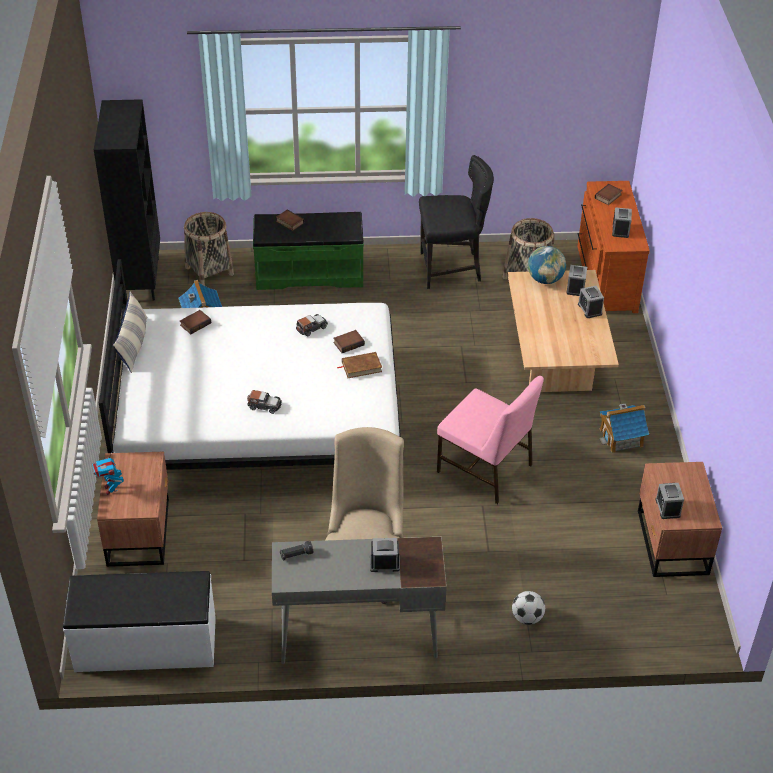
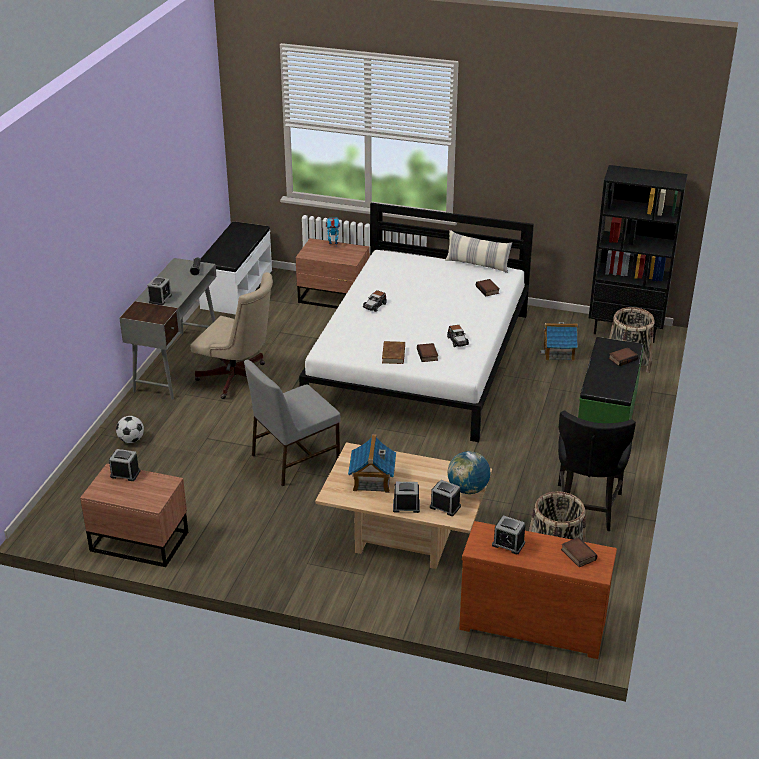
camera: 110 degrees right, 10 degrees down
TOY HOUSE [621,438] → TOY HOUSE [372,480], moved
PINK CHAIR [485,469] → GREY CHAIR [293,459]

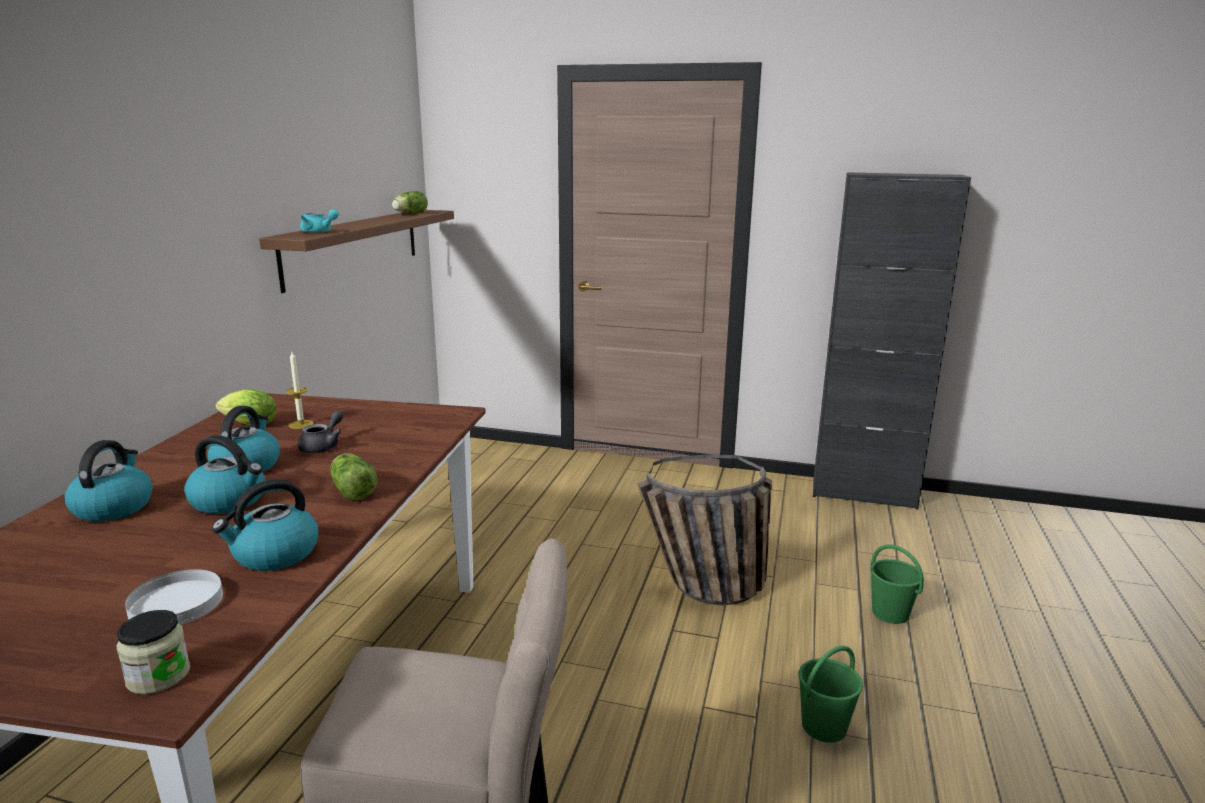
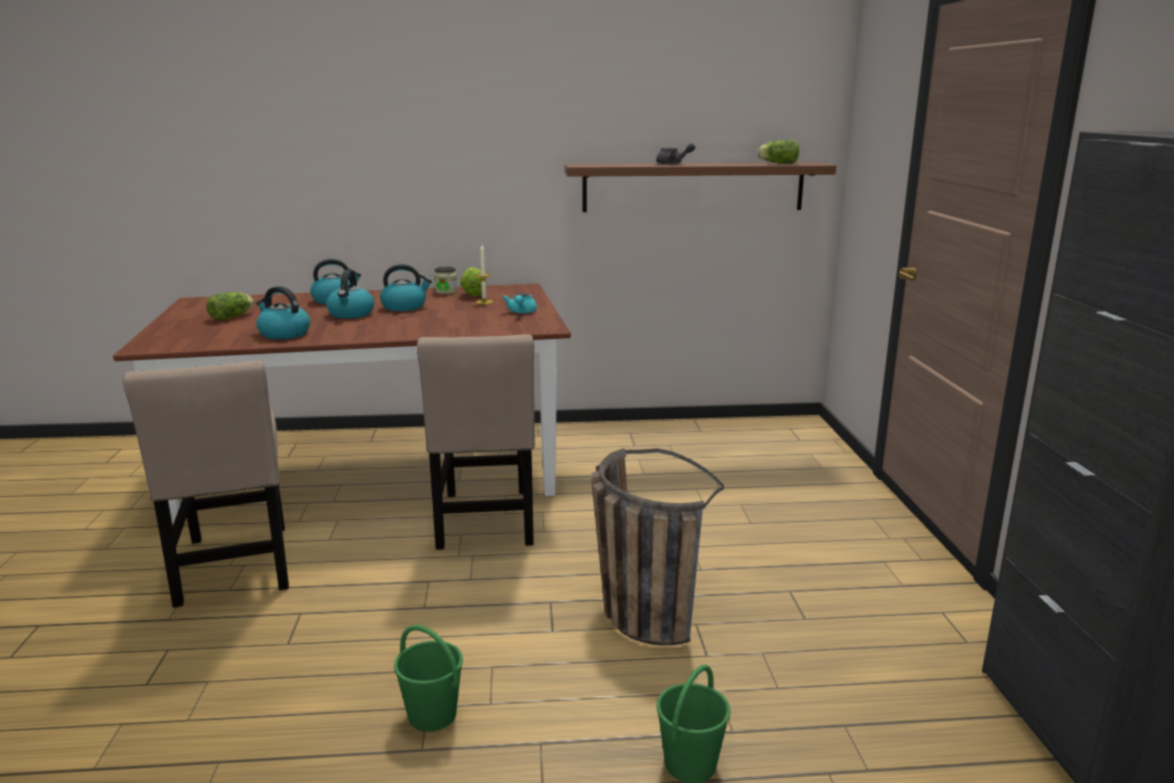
camera: 70 degrees right, 0 degrees up
WHITE PLATE [176,603] → -
- → BEIGE CHAIR [485,522]
JAR [158,676] → JAR [446,292], moved
GREY TEAPOT [323,446] → GREY TEAPOT [673,164], moved
TURQUOISE TEAPOT [319,232] → TURQUOISE TEAPOT [521,312], moved
LETTUCE [352,490] → LETTUCE [233,316], moved

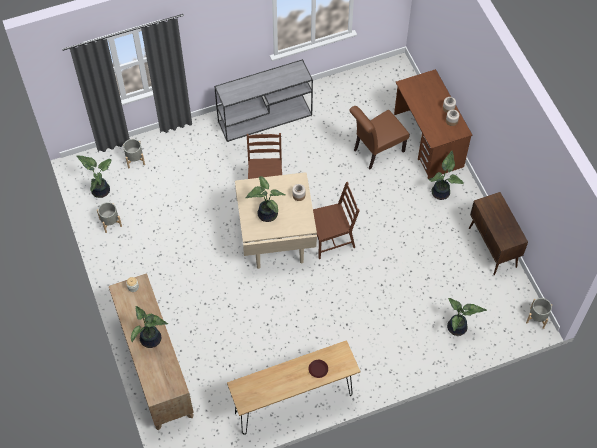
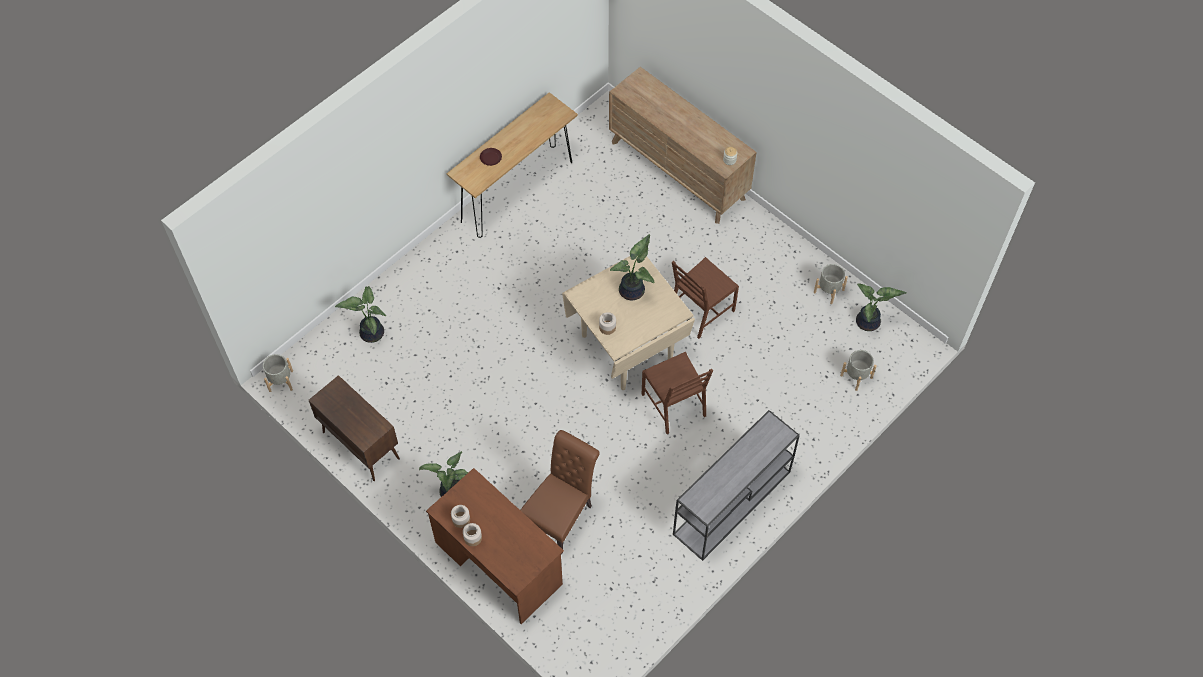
camera: 155 degrees right, 0 degrees up
POTTED PLANT [151,340] → -
BROWN CHAIR [332,238] → BROWN CHAIR [701,311], moved

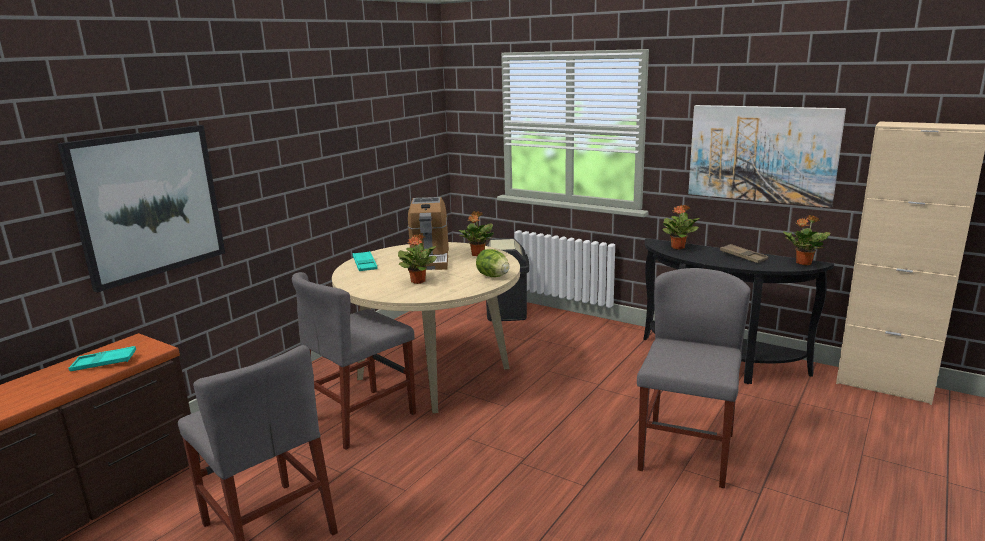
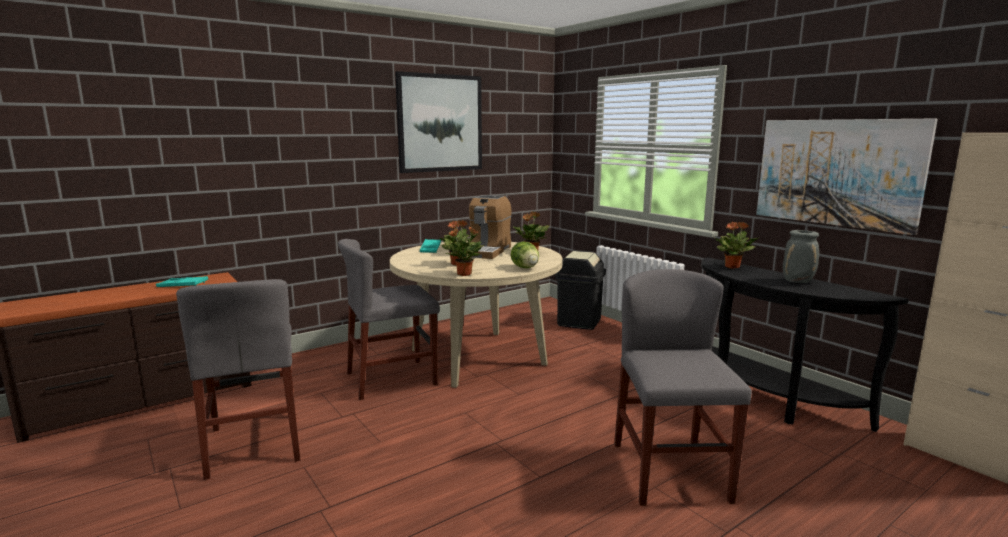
camera: 20 degrees right, 5 degrees down
PICTURE [149,204] → PICTURE [440,123], moved
POTTED PLANT [803,263] → POTTED PLANT [463,274], moved
BROWN TRAY [743,257] → GREY VASE [798,281]
GREY CHAIR [686,452] → GREY CHAIR [670,472], 45 degrees counterclockwise

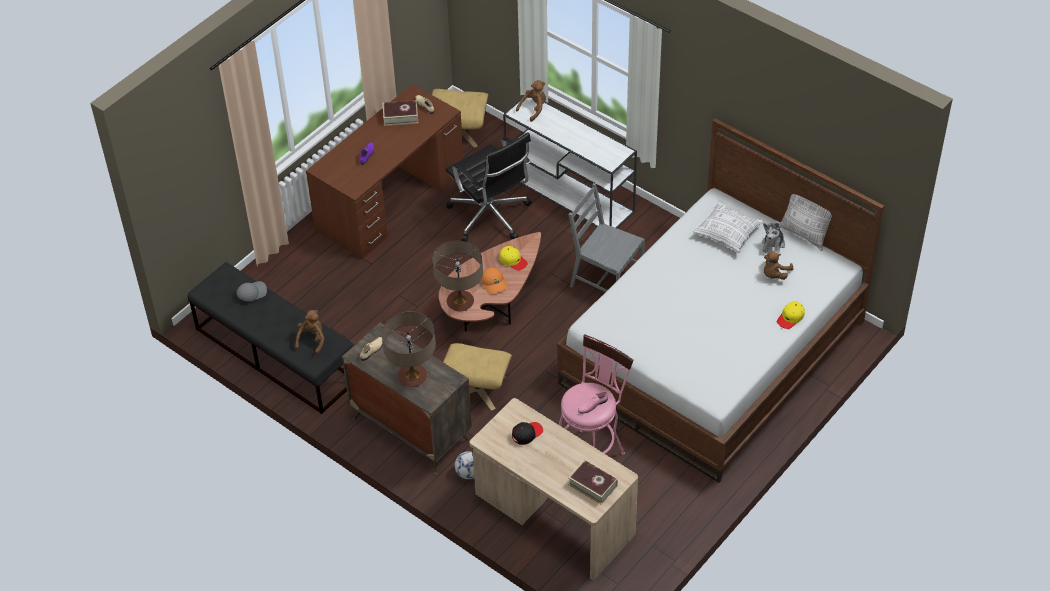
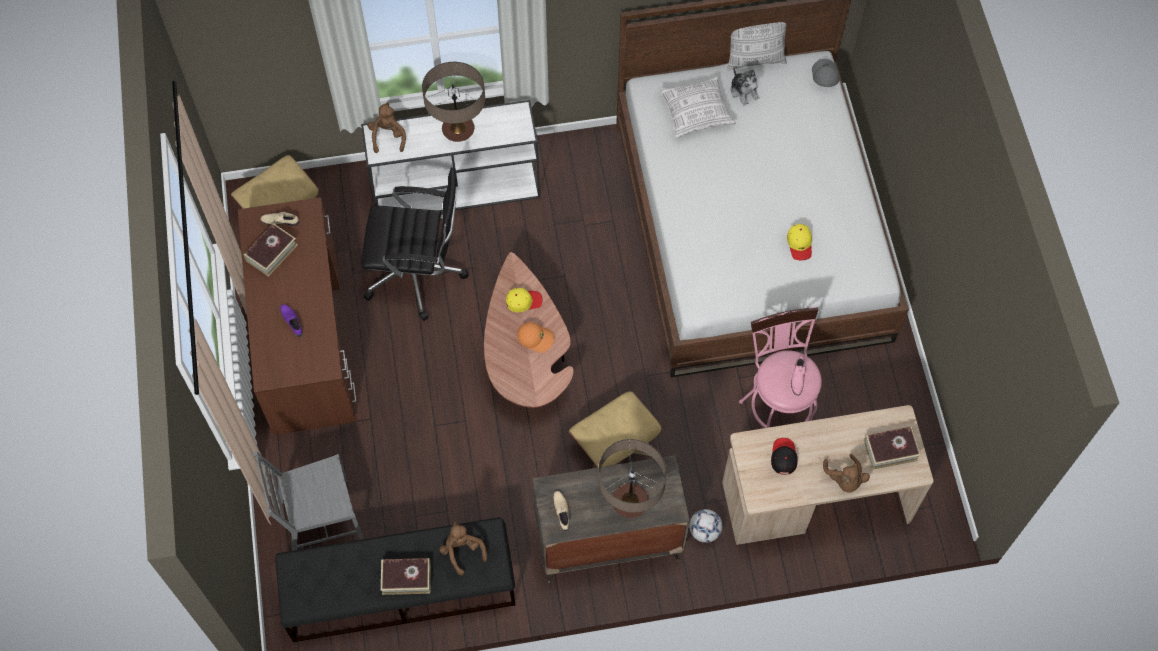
camera: 50 degrees left, 15 degrees up
- → BOOK [406,578]
GREY CAP [252,293] → GREY CAP [824,75], moved
TABLE LAMP [460,302] → TABLE LAMP [458,130], moved
GREY CHAIR [605,281] → GREY CHAIR [319,519], moved
BROWN PLUSH TOY [774,274] → BROWN PLUSH TOY [844,479], moved
YELLOW CAP [790,318] → YELLOW CAP [799,244], moved

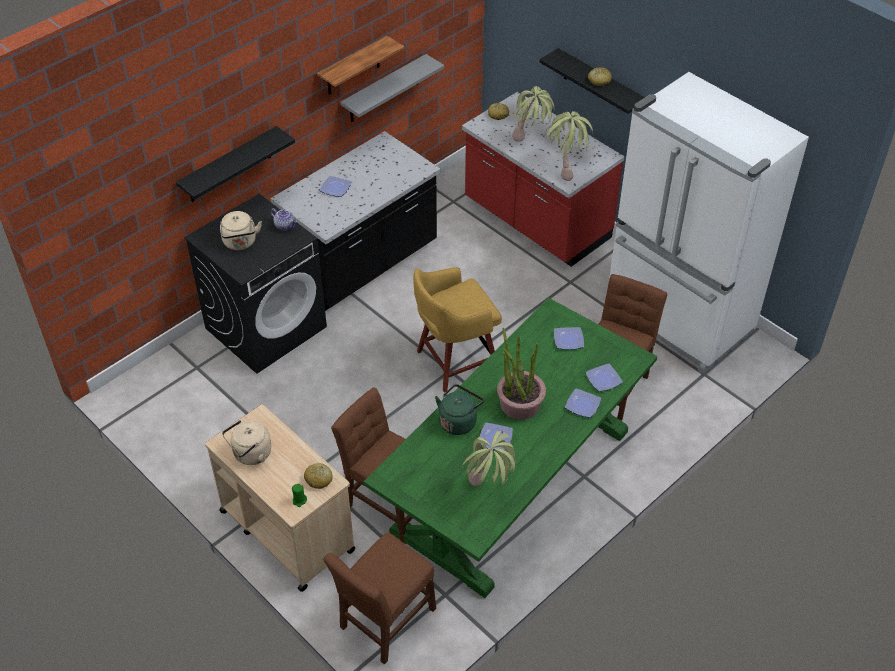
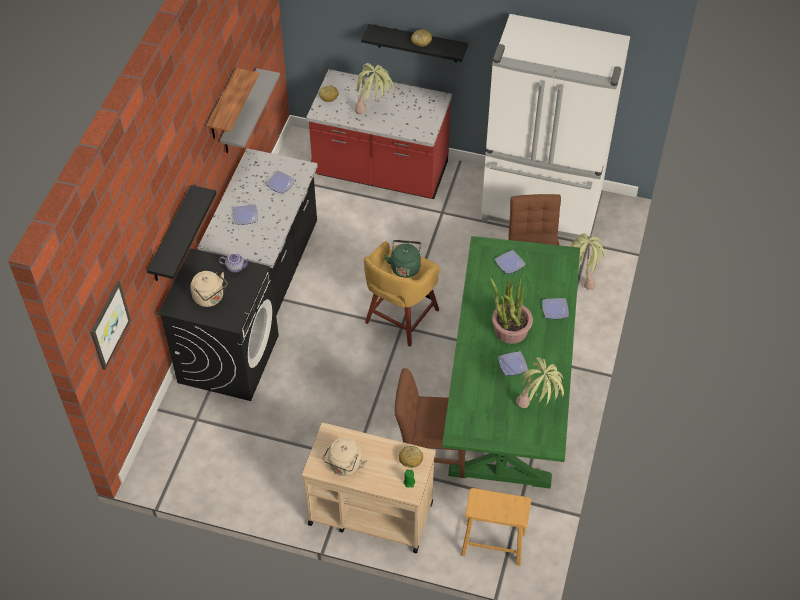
camera: 30 degrees left, 5 degrees up
- → PICTURE [109,325]
GREEN KETTLE [458,421] → GREEN KETTLE [405,266], moved
POTTED PLANT [566,168] → POTTED PLANT [581,277], moved
PLATE [604,379] → PLATE [281,184], moved
BROWN CHAIR [385,622] → BROWN STOOL [493,543]

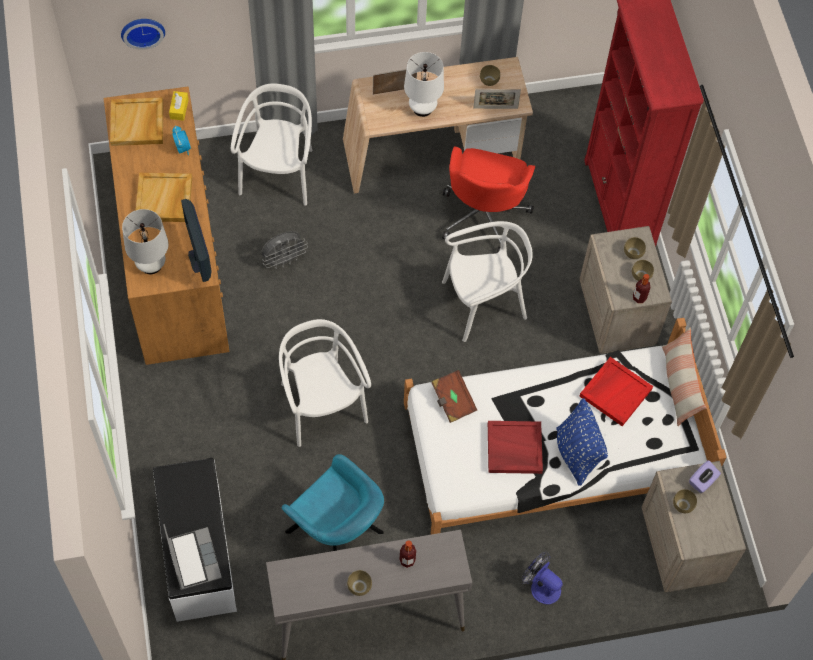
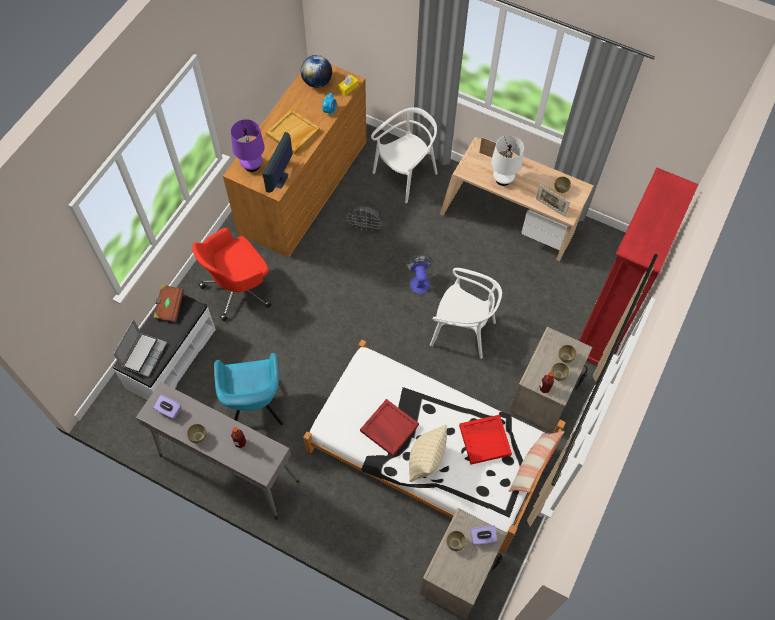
camera: 40 degrees right, 0 degrees up
WALL CLOCK [142,30] → -
WHITE CHAIR [321,405] → -
- → PURPLE TISSUE BOX [169,410]
BROWN BOOK [452,401] → BROWN BOOK [169,307], moved
RED OFFICE CHAIR [484,214] → RED OFFICE CHAIR [239,288], moved
FAN [541,586] → FAN [419,281], moved
BEIGE TRAY [137,124] → GLOBE [317,82]
WHITE TABLE LAMP [151,265] → PURPLE TABLE LAMP [252,165]
BLUE PILLOW [576,454] → BEIGE PILLOW [425,460]

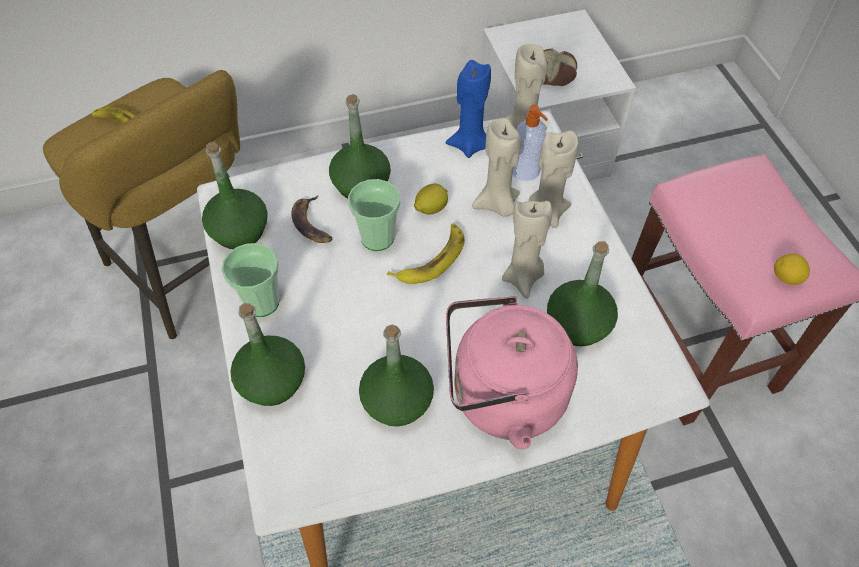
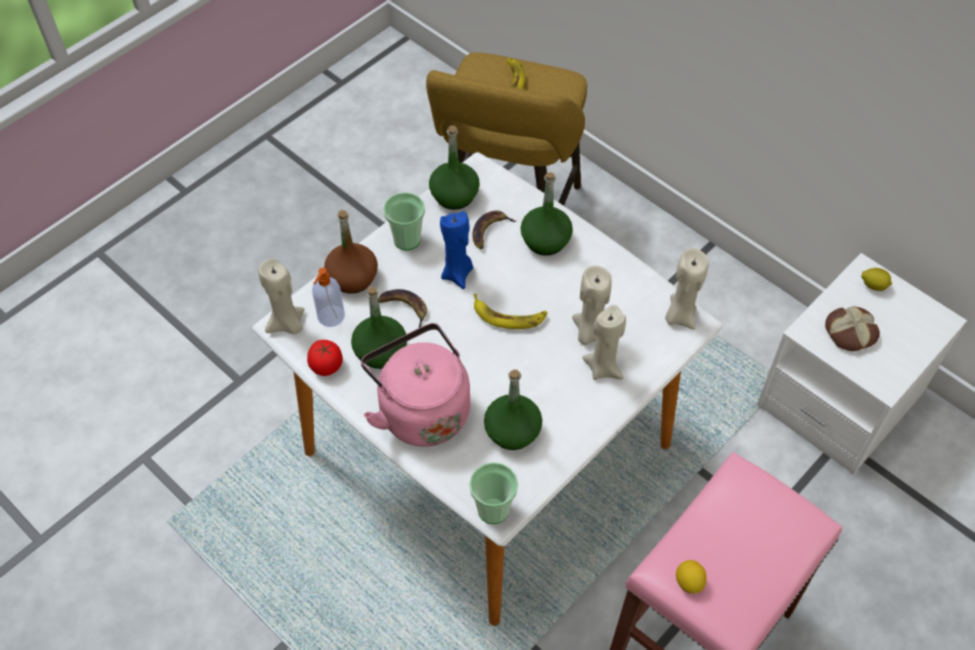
camera: 60 degrees right, 0 degrees up
- → TOMATO [326,365]
- → BANANA [403,308]
CUP [377,238] → CUP [493,509], moved
LEMON [430,208] → LEMON [873,285], moved
BLUE CANDLE [469,145] → BLUE CANDLE [457,274], moved
BEIGE CANDLE [523,278] → BEIGE CANDLE [287,324], moved
SOAP DISPENSER [526,171] → SOAP DISPENSER [330,317], moved
GREEN BOTTLE [272,381] → BROWN BOTTLE [353,278]

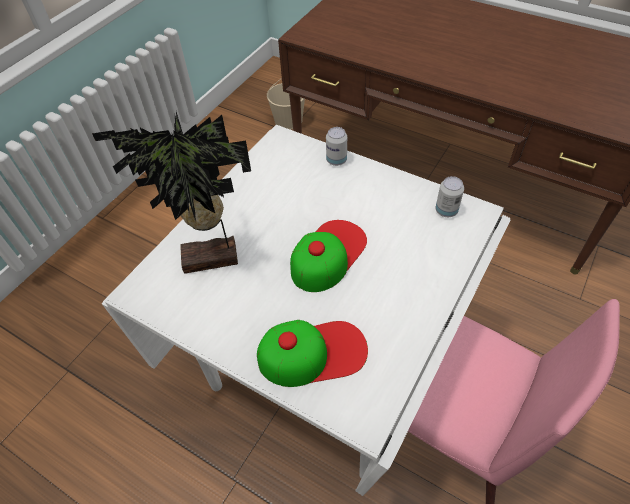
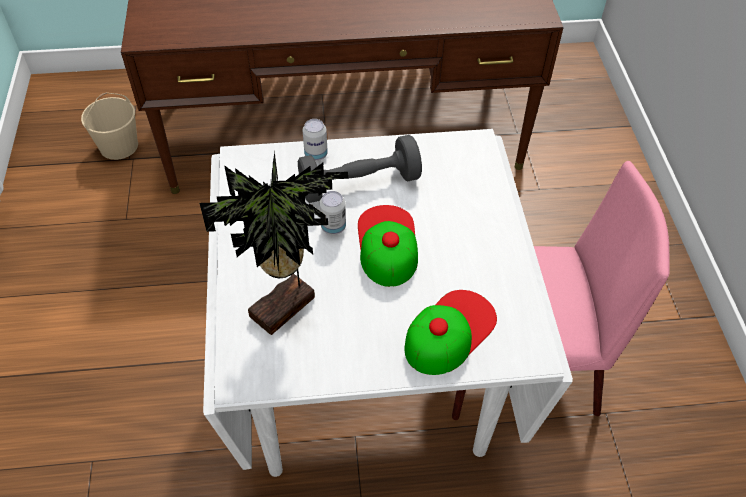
camera: 40 degrees left, 0 degrees up
- → GREY DUMBBELL [359,184]
CAN [446,211] → CAN [333,227], moved

